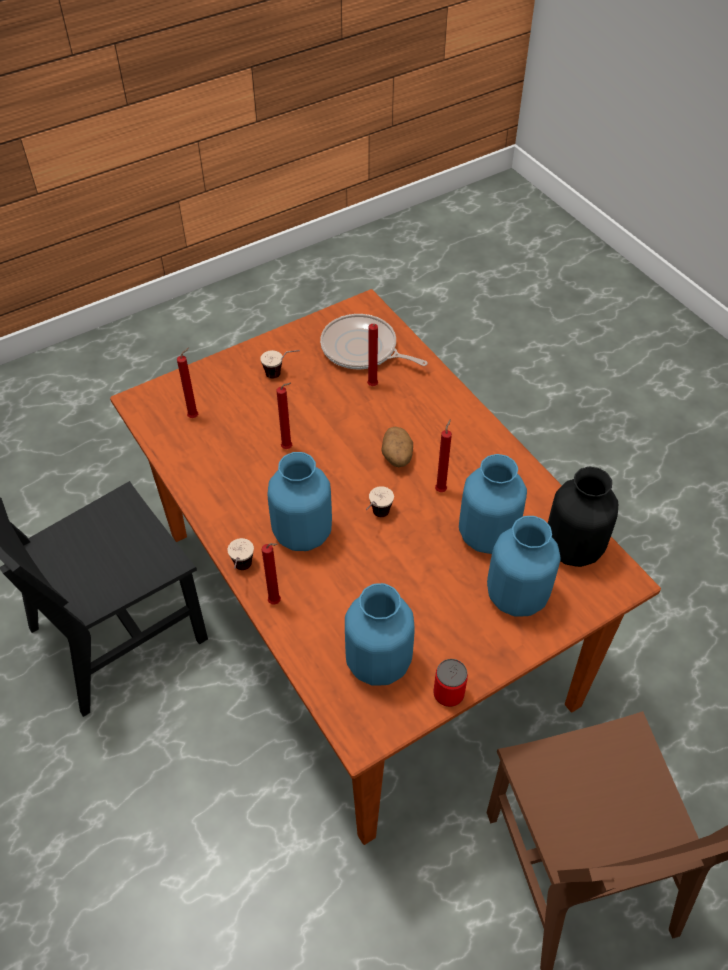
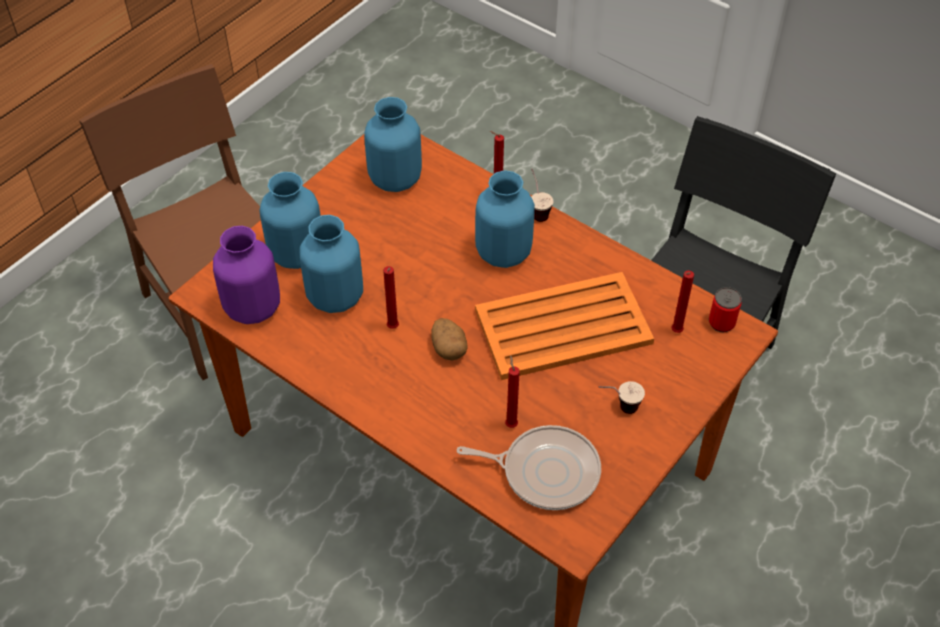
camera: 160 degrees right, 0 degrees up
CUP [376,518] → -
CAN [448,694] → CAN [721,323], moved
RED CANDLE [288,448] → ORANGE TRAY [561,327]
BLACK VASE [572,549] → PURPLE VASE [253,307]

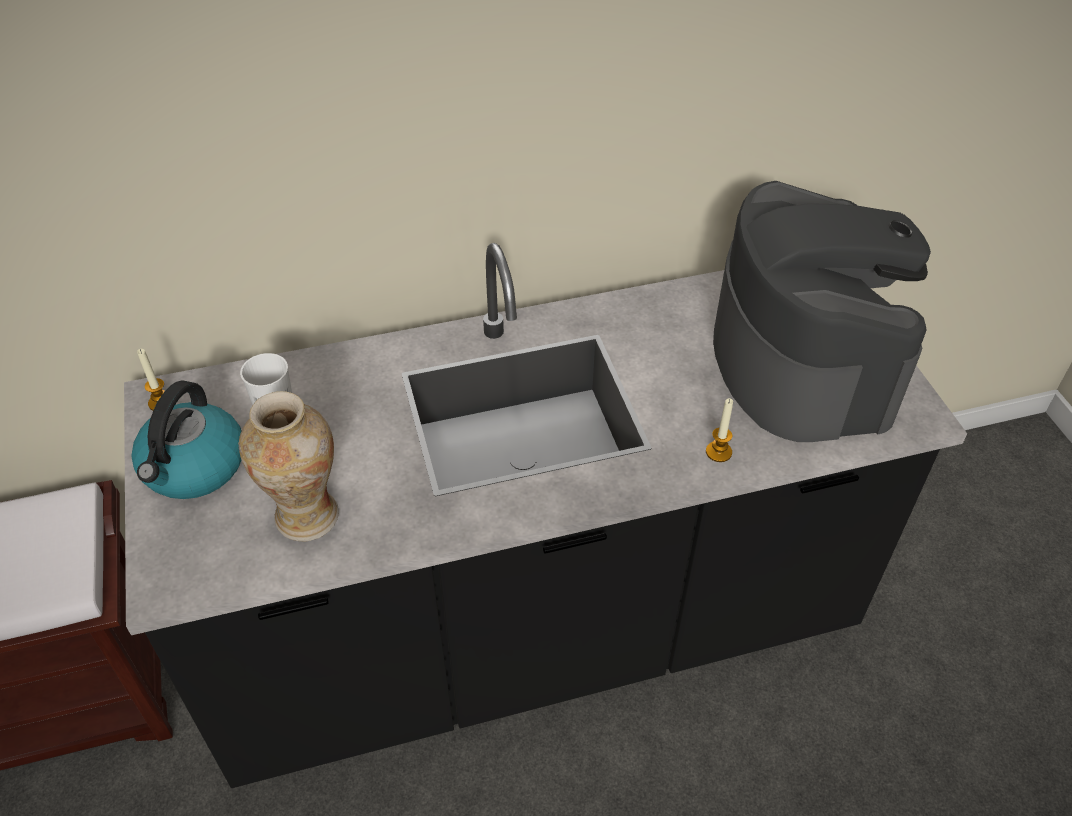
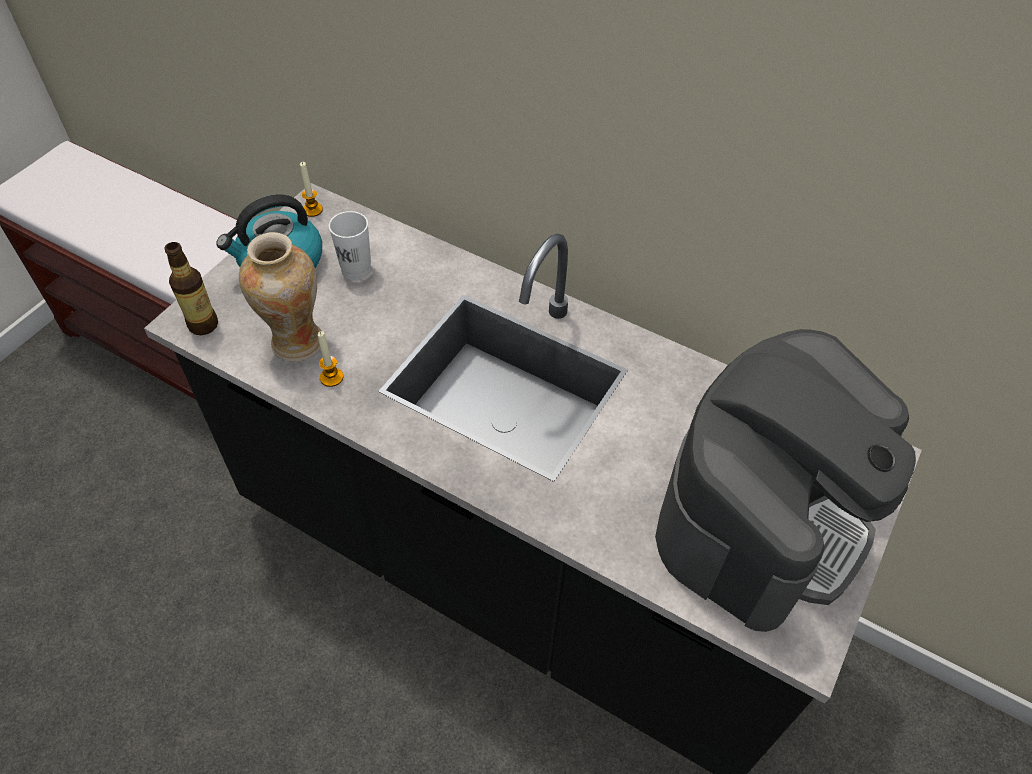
camera: 45 degrees right, 5 degrees up
- → BOTTLE [203,325]
CANDLE [718,452] → CANDLE [331,377], moved

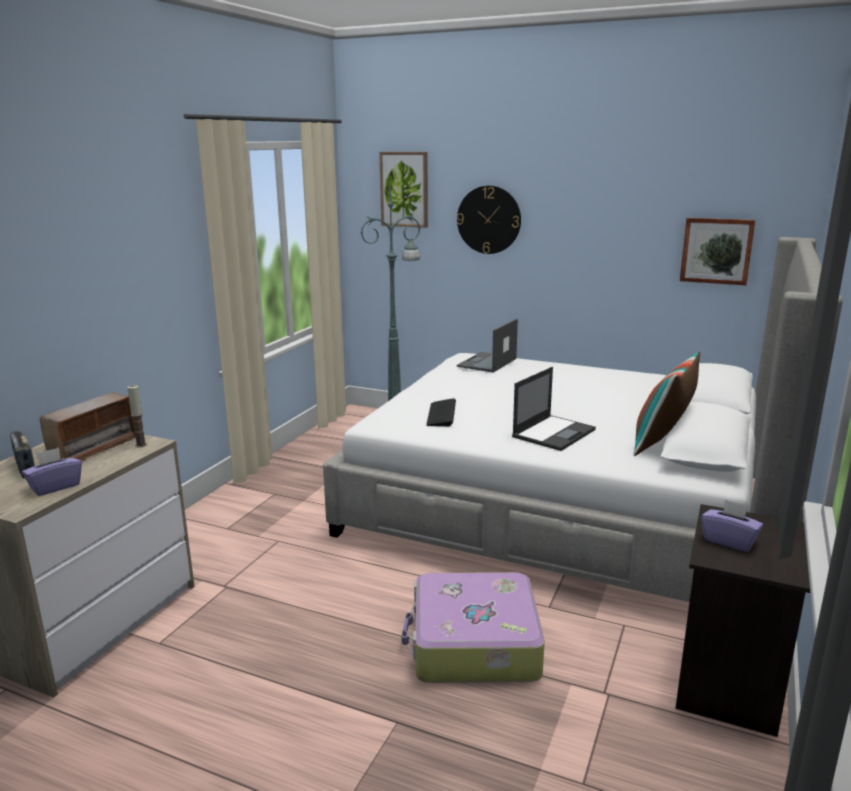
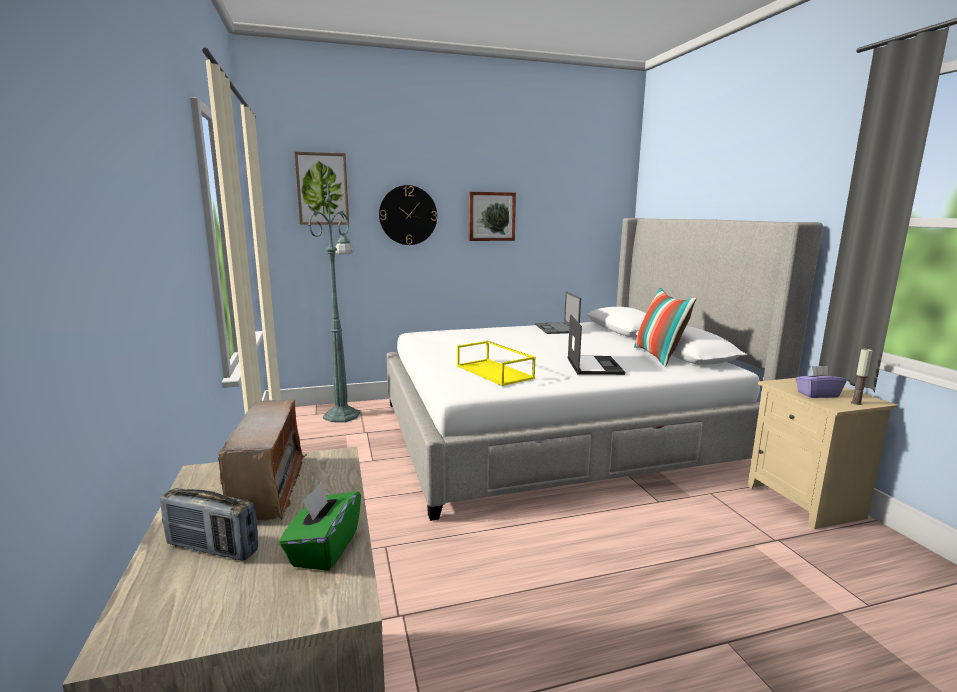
camera: 40 degrees left, 5 degrees down
SUITCASE [473,644] → -
CANDLE [141,445] → CANDLE [856,403], moved
LAPTOP [487,363] → LAPTOP [556,328], moved
PICTURE [716,250] → PICTURE [491,216], moved
KEYBOARD [441,414] → YELLOW TRAY [495,372]
PURPLE TISSUE BOX [55,487] → GREEN TISSUE BOX [324,549]
BLACK NIGHTSTAND [730,685] → BEIGE NIGHTSTAND [806,502]

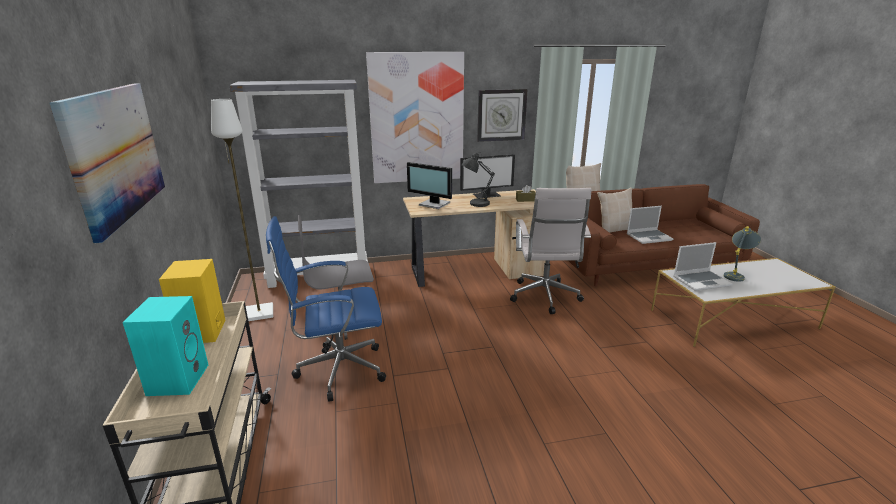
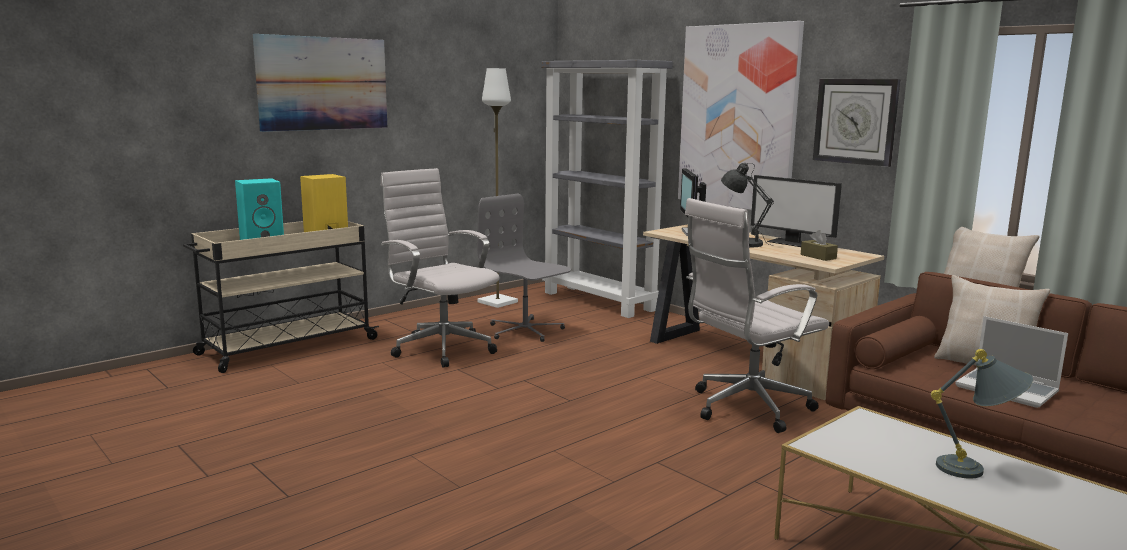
camera: 60 degrees right, 10 degrees down
LAPTOP [701,281] → -
BLUE OFFICE CHAIR [337,370] → WHITE OFFICE CHAIR [441,348]

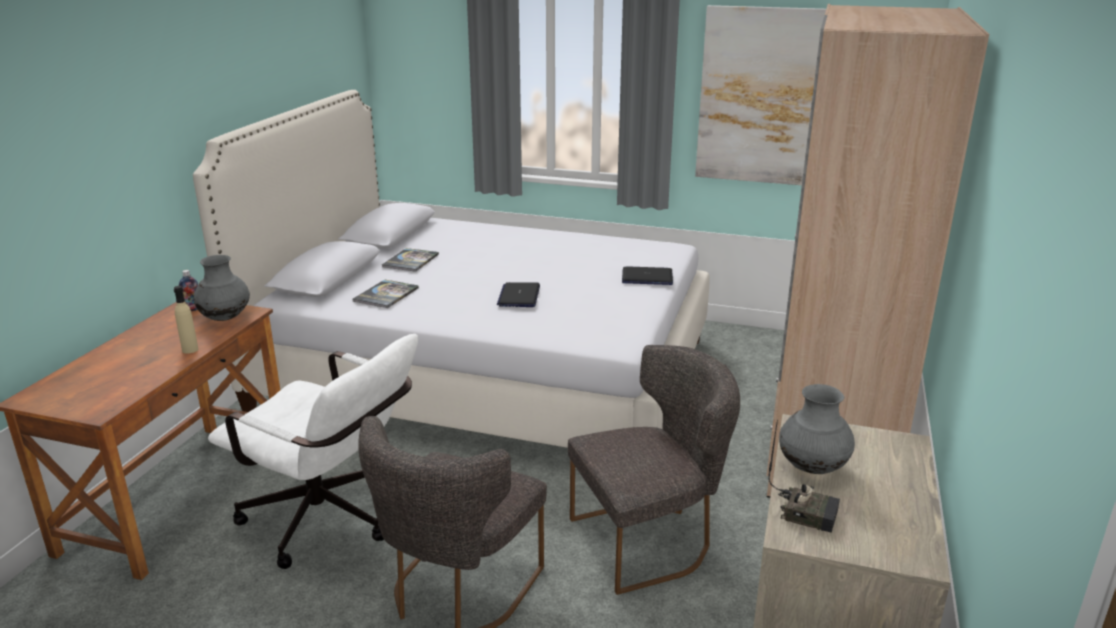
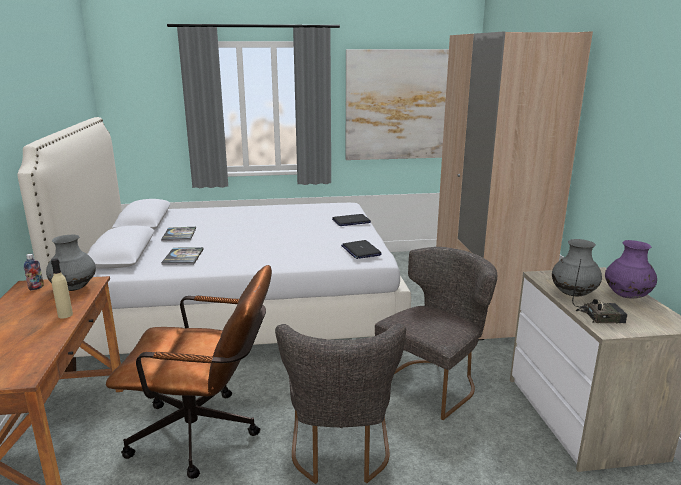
camera: 25 degrees left, 5 degrees down
- → PURPLE VASE [626,296]
LAPTOP [519,296] → LAPTOP [361,250], moved
WHITE OFFICE CHAIR [331,522] → BROWN OFFICE CHAIR [205,434]

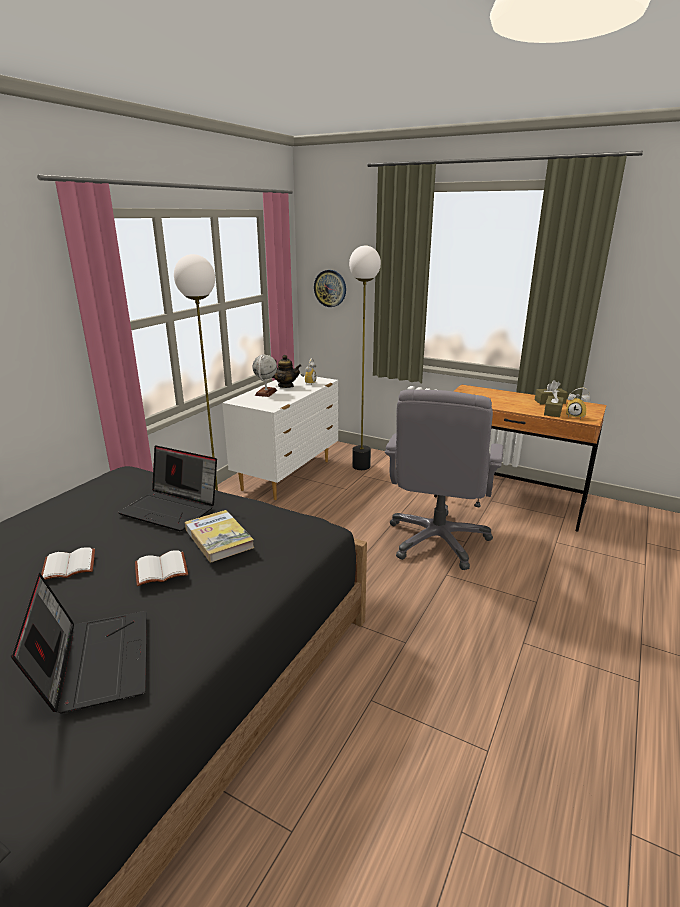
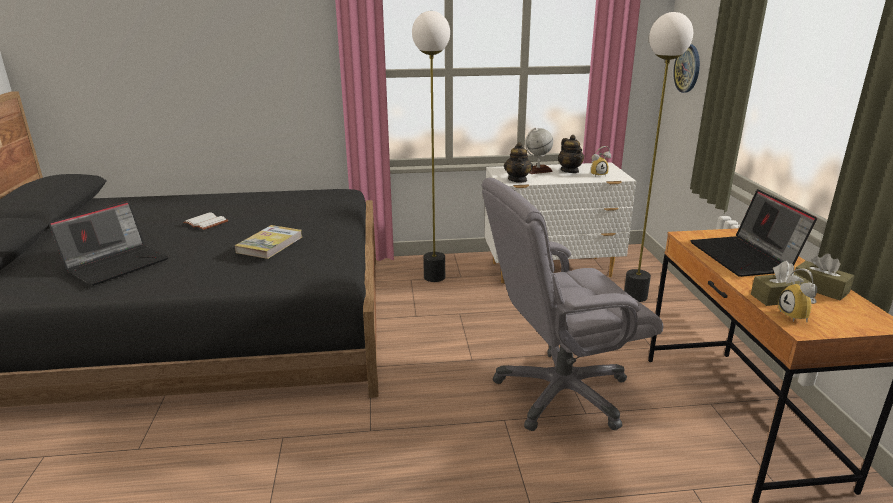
camera: 55 degrees right, 0 degrees up
WHITE BOOK [160,571] → -
- → TEAPOT [517,180]
LAPTOP [172,508] → LAPTOP [745,257], moved

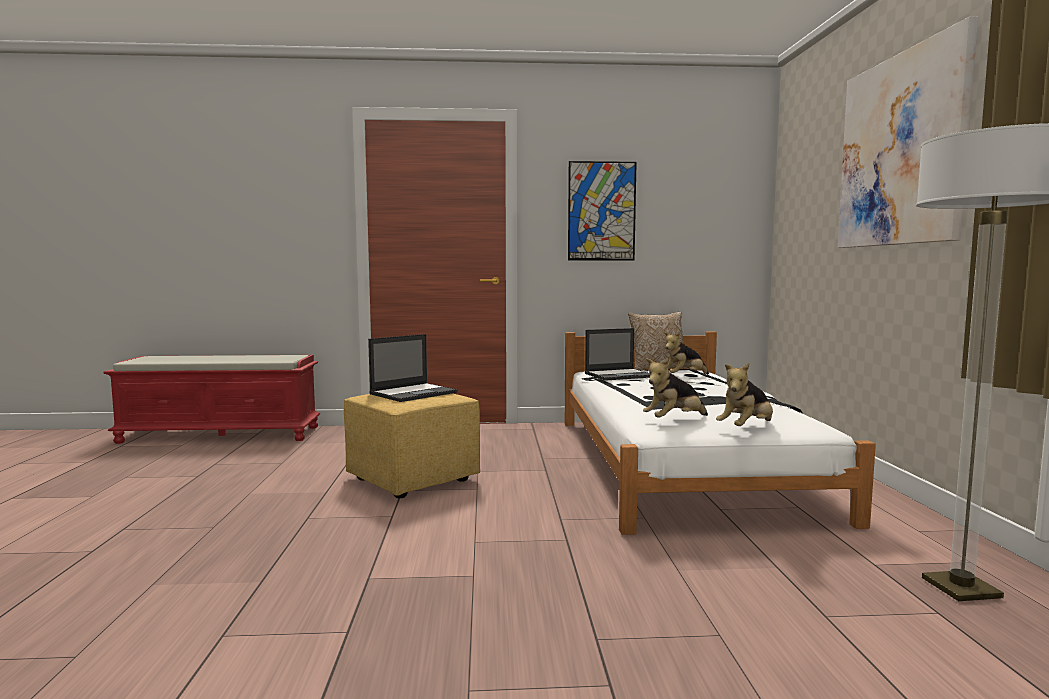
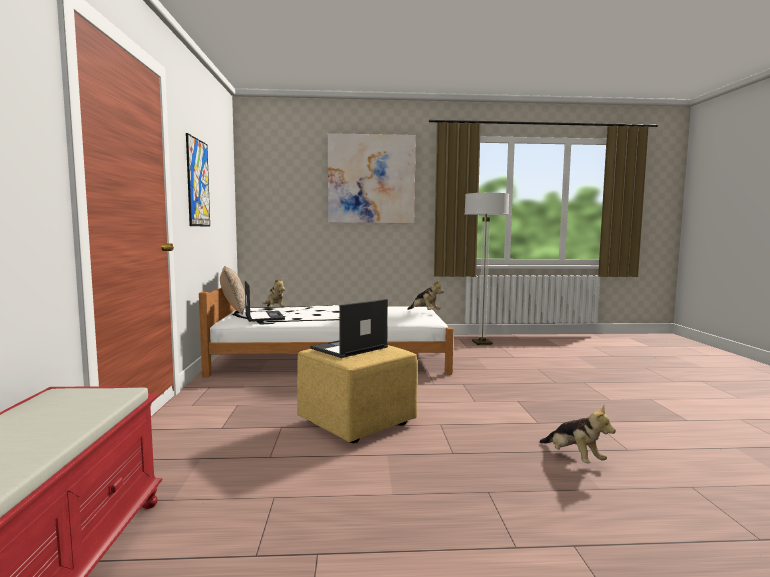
camera: 90 degrees left, 0 degrees up
PLUSH TOY [674,421] → PLUSH TOY [574,458], moved
LAPTOP [414,393] → LAPTOP [348,348], 90 degrees counterclockwise

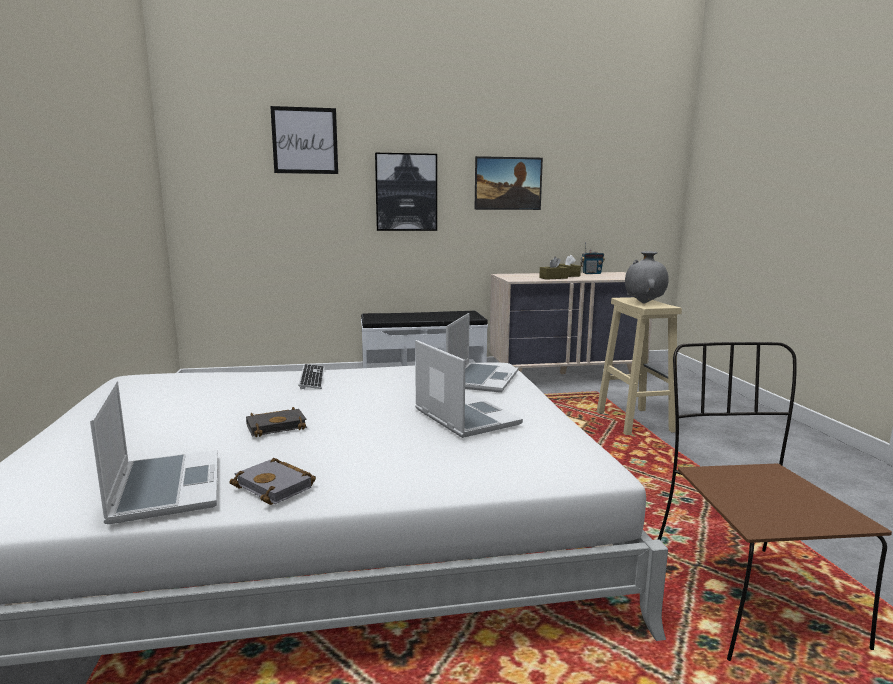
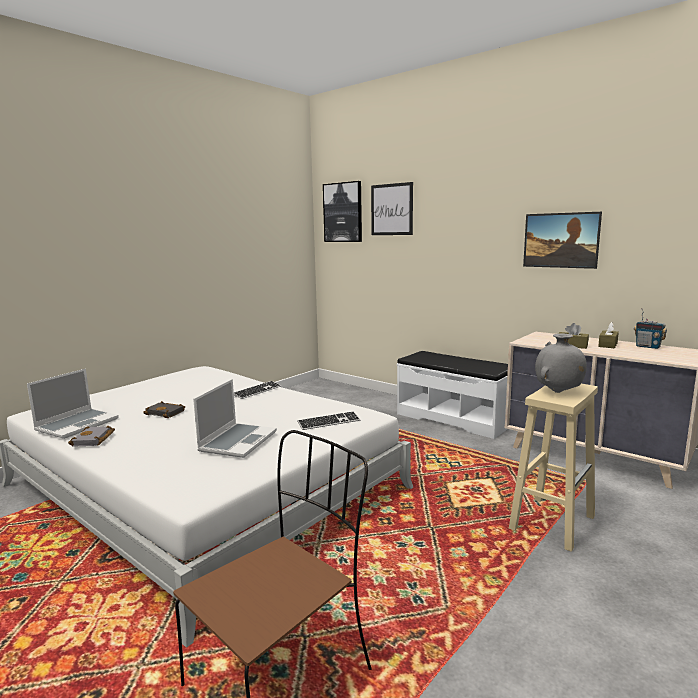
camera: 50 degrees right, 0 degrees up
PICTURE [406,192] → PICTURE [343,212], moved
LAPTOP [481,379] → KEYBOARD [329,422]

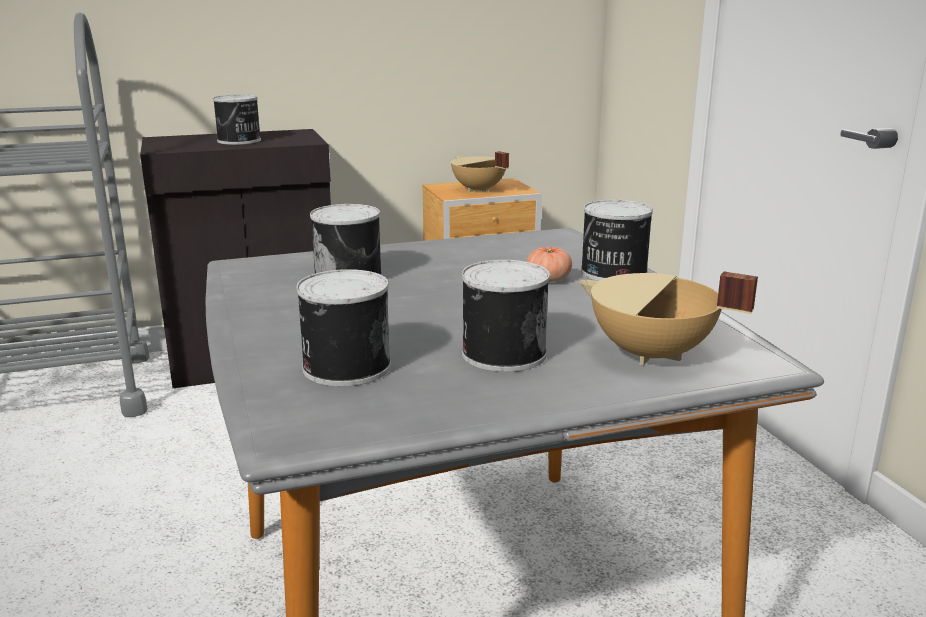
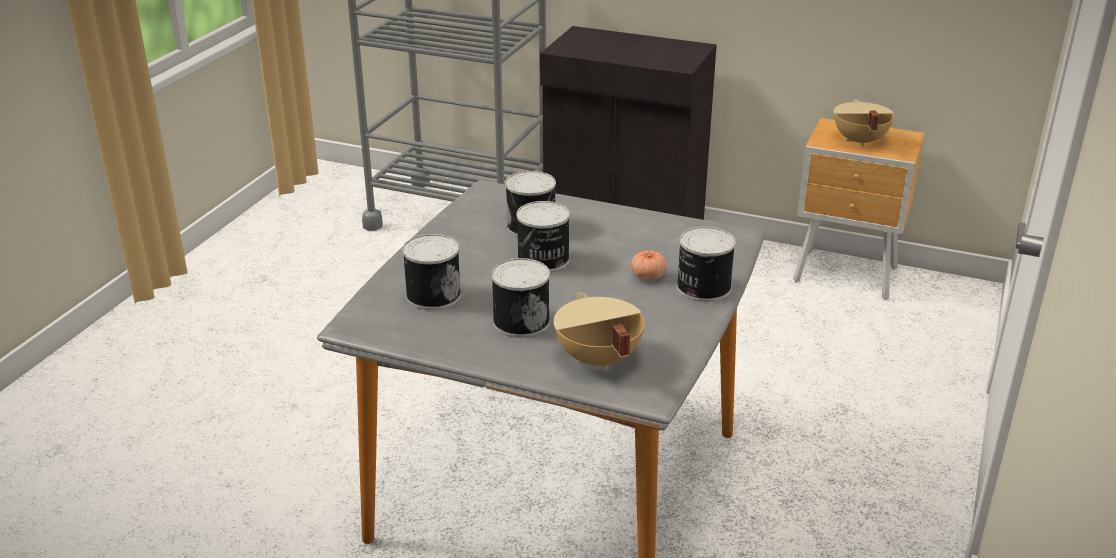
camera: 40 degrees right, 10 degrees up
CAN [239,141] → CAN [543,260], moved

